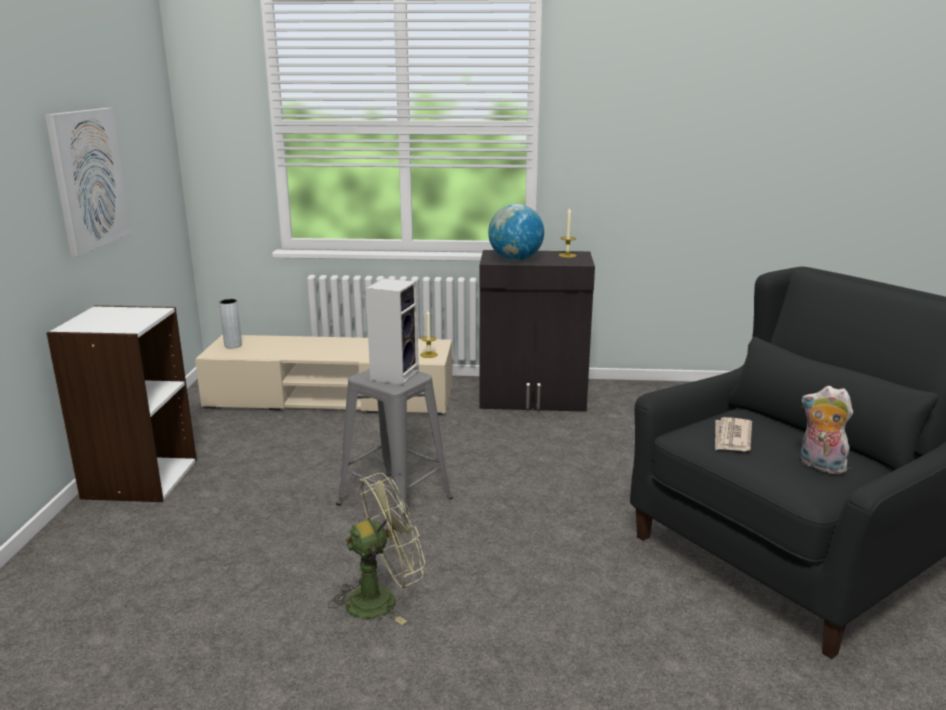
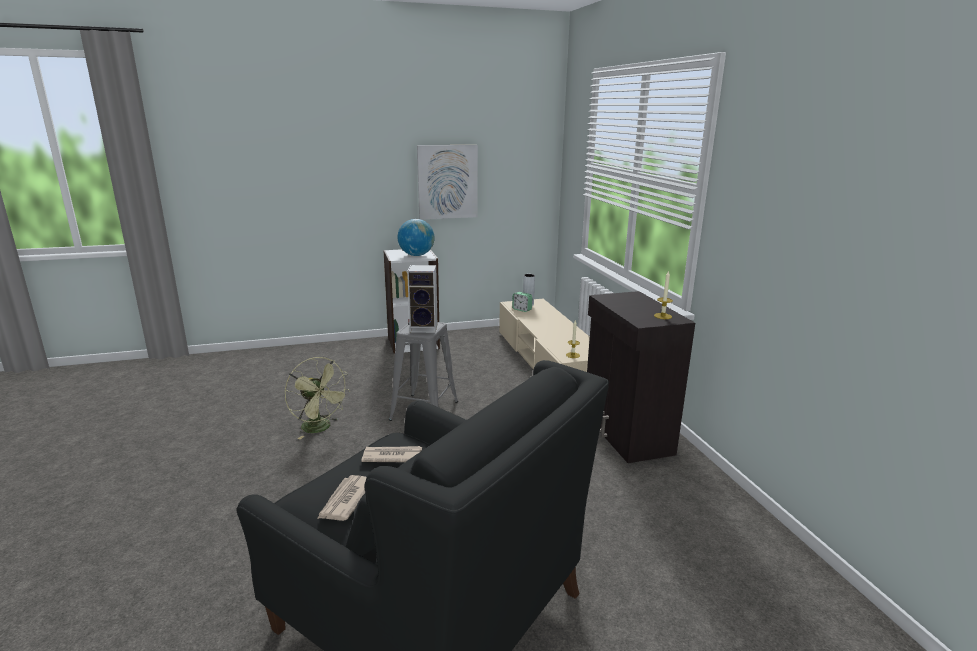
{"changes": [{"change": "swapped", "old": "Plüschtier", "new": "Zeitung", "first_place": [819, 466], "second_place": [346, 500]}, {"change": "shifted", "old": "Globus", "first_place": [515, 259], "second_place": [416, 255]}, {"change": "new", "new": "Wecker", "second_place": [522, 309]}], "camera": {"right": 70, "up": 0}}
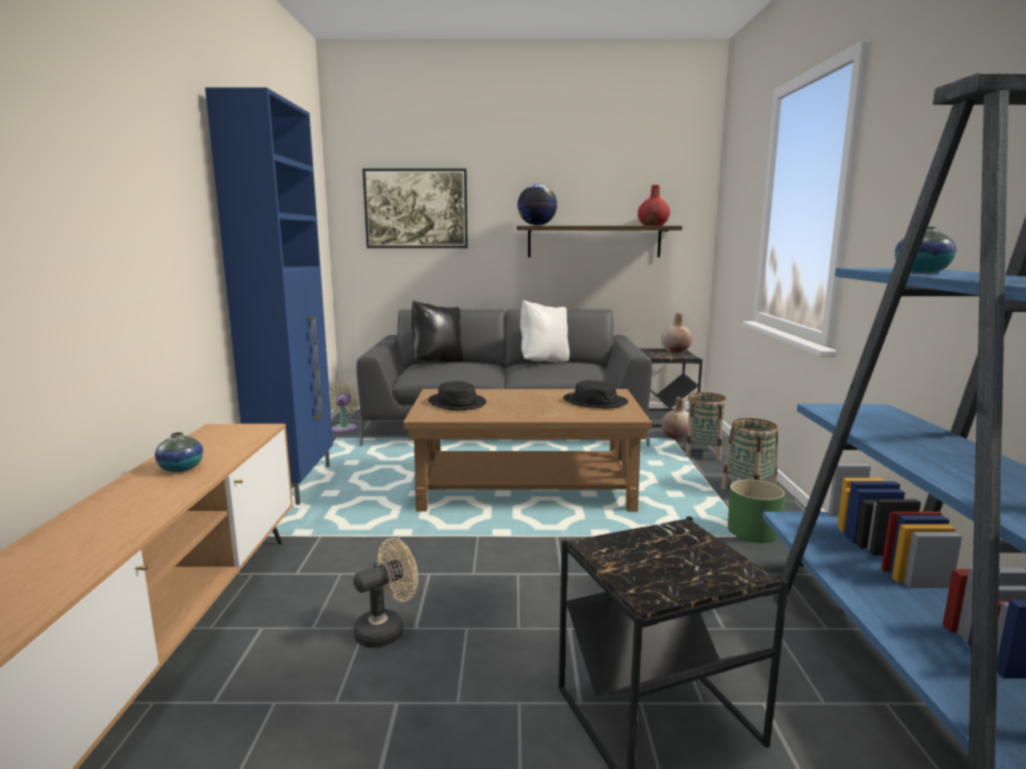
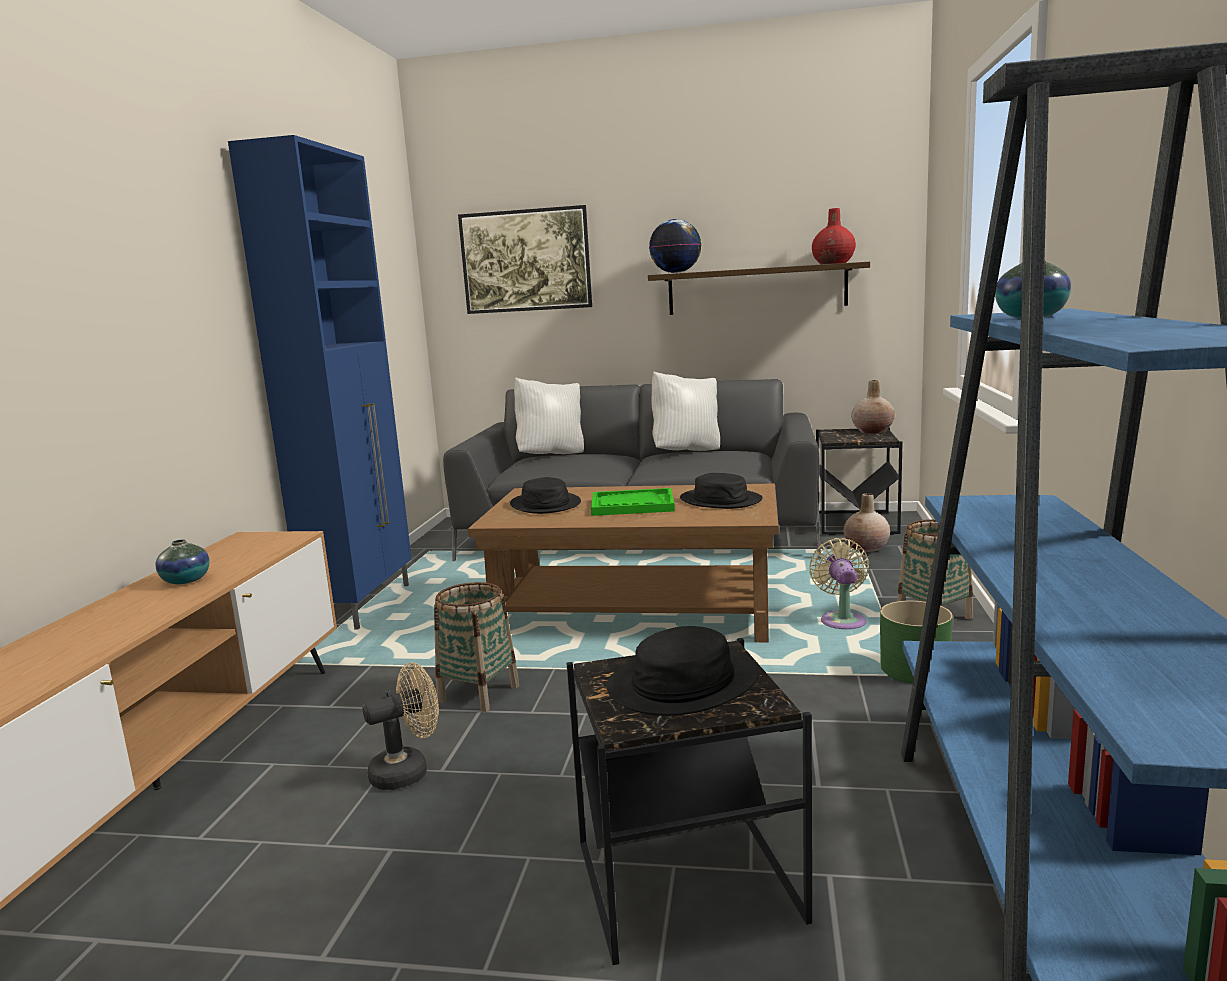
{"changes": [{"change": "shifted", "old": "Korb", "first_place": [703, 453], "second_place": [479, 693]}, {"change": "repainted", "old": "Kissen [schwarz]", "new": "Kissen [weiß]", "first_place": [438, 362], "second_place": [551, 455]}, {"change": "new", "new": "Tablett [grün]", "second_place": [632, 505]}, {"change": "new", "new": "Hut [schwarz]", "second_place": [683, 682]}, {"change": "shifted", "old": "Ventilator [beige]", "first_place": [344, 428], "second_place": [842, 620]}], "camera": {"right": 10, "up": 0}}
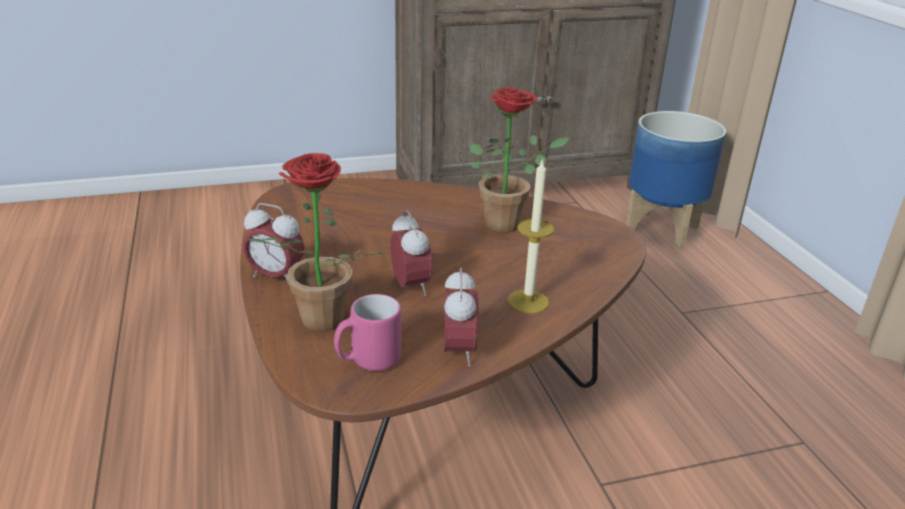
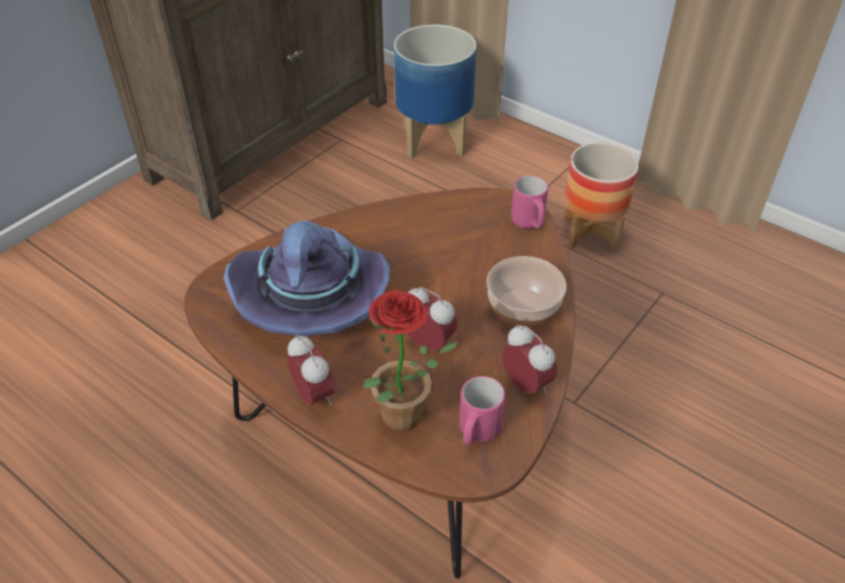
{"changes": [{"change": "new", "new": "Hut [lila]", "second_place": [313, 296]}, {"change": "rotated", "old": "Wecker", "first_place": [276, 276], "second_place": [314, 396], "degrees": -105}, {"change": "swapped", "old": "Kerze", "new": "Schüssel", "first_place": [528, 301], "second_place": [523, 309]}, {"change": "new", "new": "Henkelbecher [rosa]", "second_place": [529, 223]}, {"change": "new", "new": "Pflanzkübel", "second_place": [591, 233]}, {"change": "gone", "old": "Topfpflanze", "first_place": [509, 224]}], "camera": {"right": -35, "up": 15}}
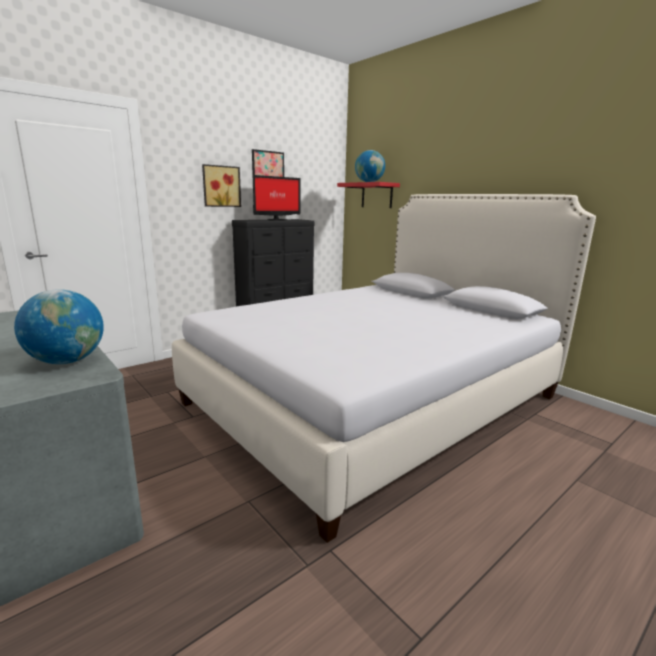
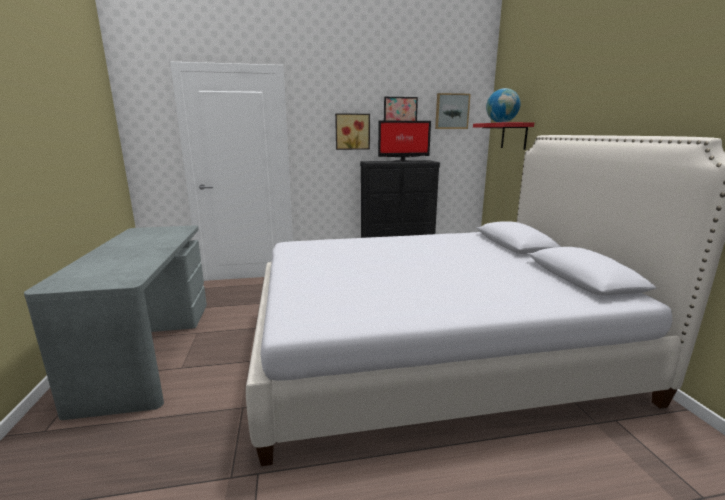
{"changes": [{"change": "new", "new": "Bild", "second_place": [451, 111]}, {"change": "gone", "old": "Globus", "first_place": [67, 361]}], "camera": {"right": 30, "up": 0}}
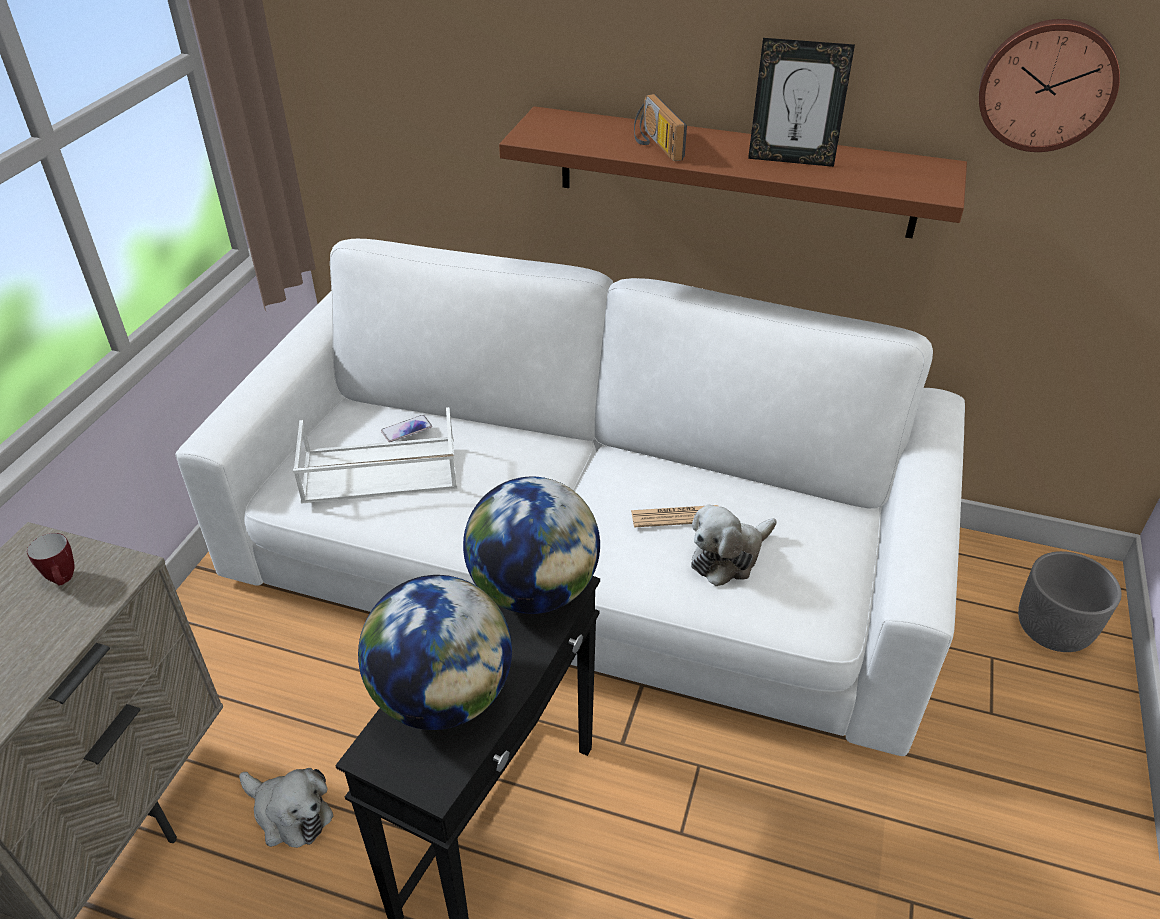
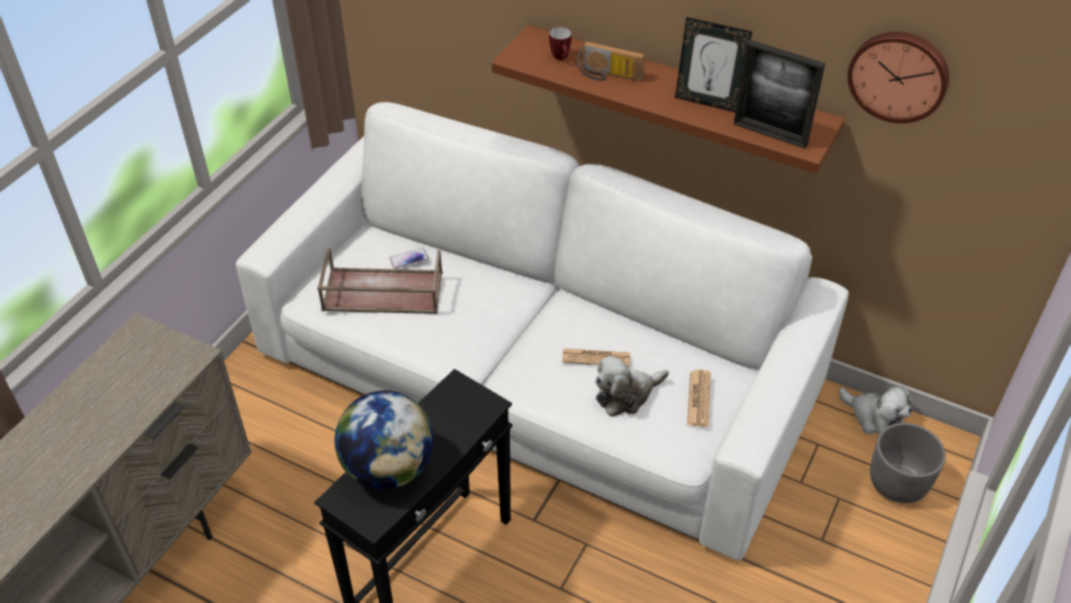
{"changes": [{"change": "repainted", "old": "Tablett [weiß]", "new": "Tablett [braun]", "first_place": [378, 471], "second_place": [381, 292]}, {"change": "shifted", "old": "Henkelbecher", "first_place": [64, 580], "second_place": [561, 58]}, {"change": "rotated", "old": "Radio", "first_place": [654, 144], "second_place": [608, 76], "degrees": -60}, {"change": "new", "new": "Zeitung", "second_place": [699, 399]}, {"change": "new", "new": "Bilderrahmen", "second_place": [770, 134]}, {"change": "shifted", "old": "Plüschtier", "first_place": [289, 813], "second_place": [874, 417]}, {"change": "gone", "old": "Globus", "first_place": [534, 590]}], "camera": {"right": 10, "up": 5}}
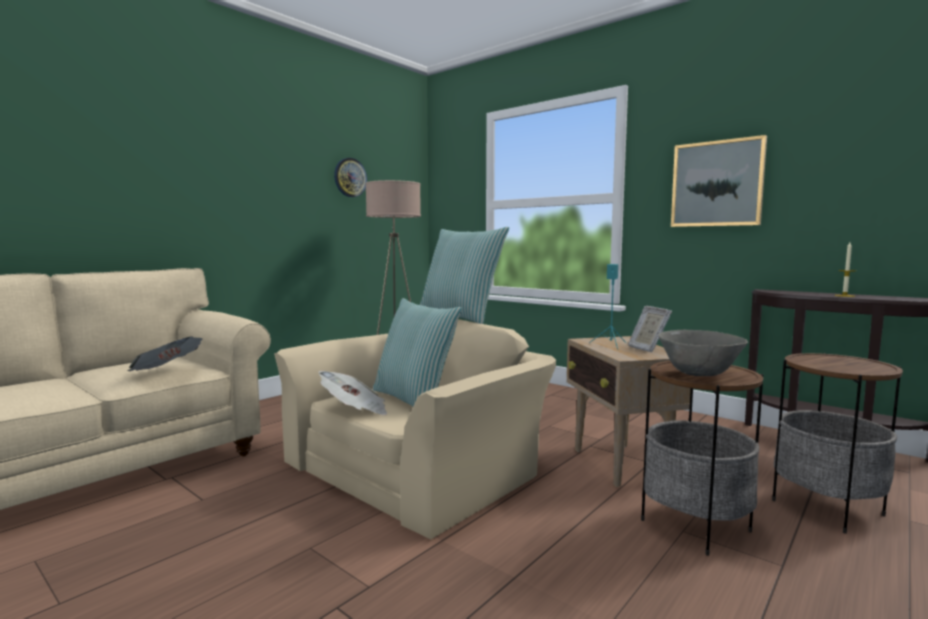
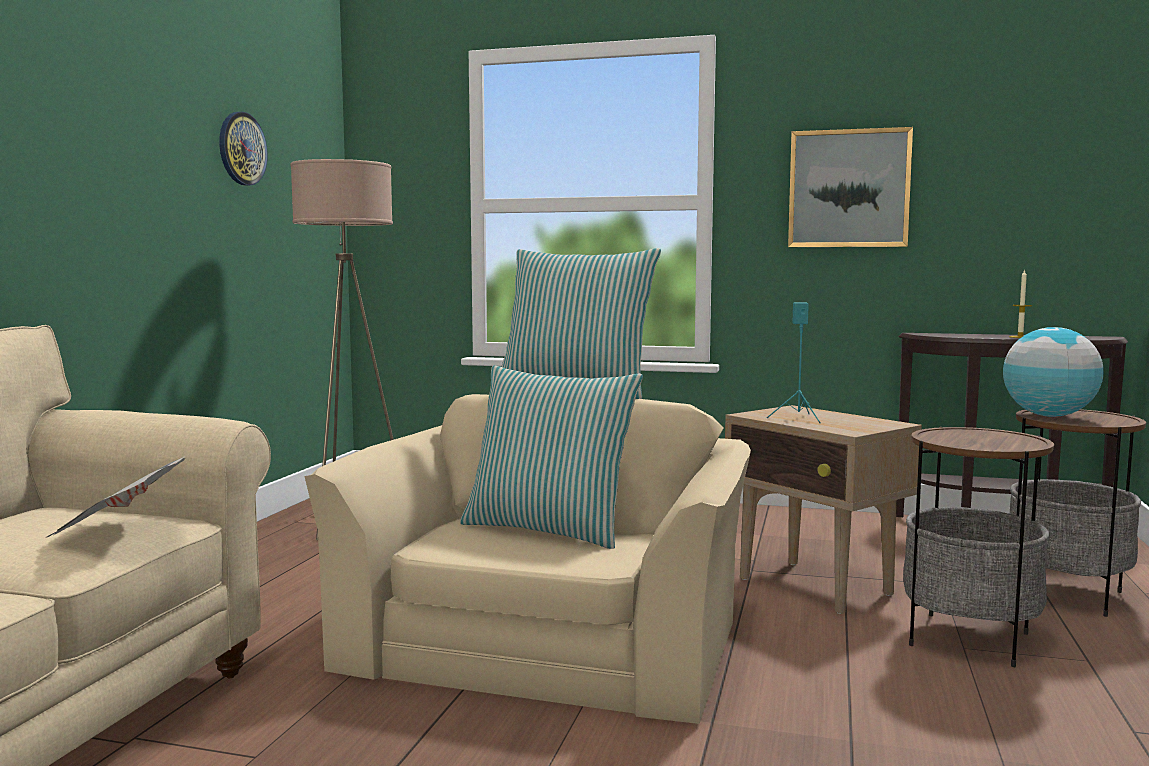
{"changes": [{"change": "new", "new": "Globus", "second_place": [1049, 416]}, {"change": "gone", "old": "Zeitung", "first_place": [355, 411]}, {"change": "gone", "old": "Bilderrahmen", "first_place": [647, 349]}, {"change": "gone", "old": "Schüssel [grau]", "first_place": [699, 374]}], "camera": {"right": -25, "up": 0}}
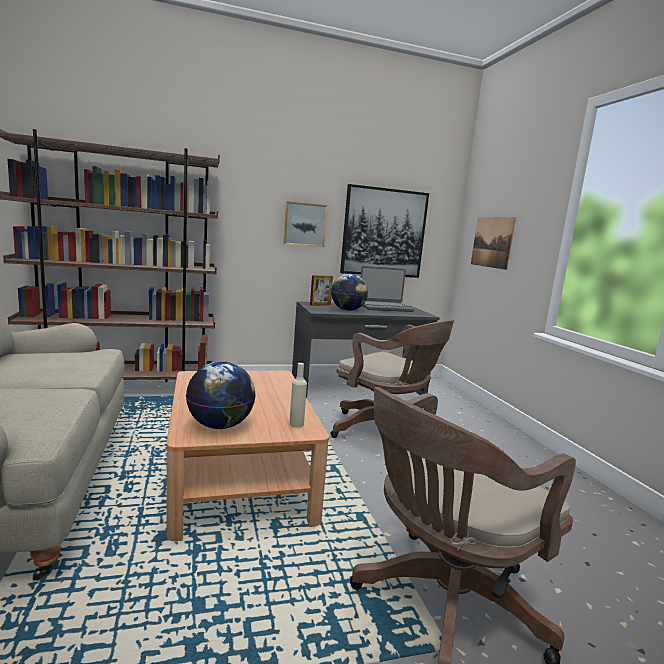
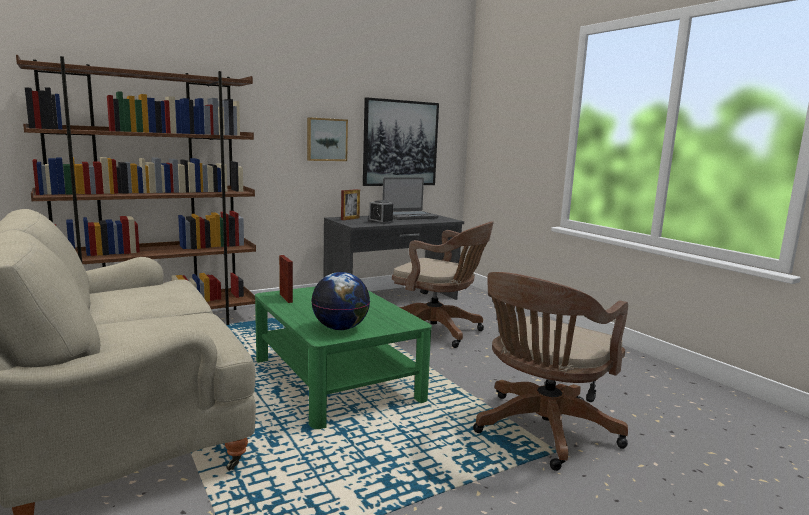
{"changes": [{"change": "repainted", "old": "Couchtisch [braun]", "new": "Couchtisch [grün]", "first_place": [239, 476], "second_place": [335, 379]}, {"change": "swapped", "old": "Globus", "new": "Wecker", "first_place": [348, 310], "second_place": [380, 222]}, {"change": "gone", "old": "Flasche [beige]", "first_place": [296, 424]}, {"change": "gone", "old": "Bild", "first_place": [492, 242]}], "camera": {"right": -15, "up": 0}}
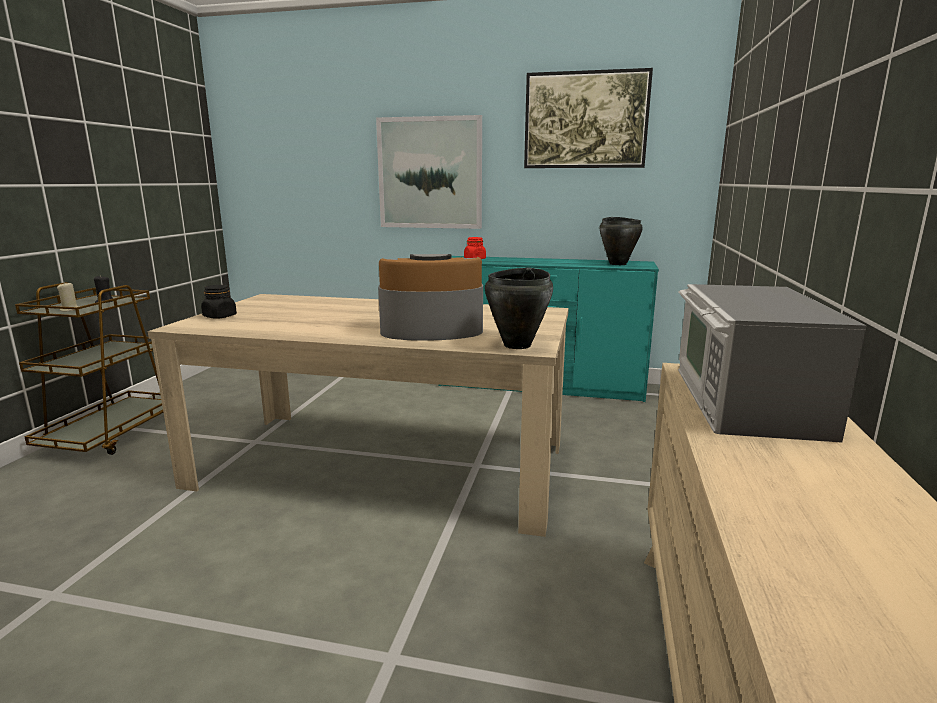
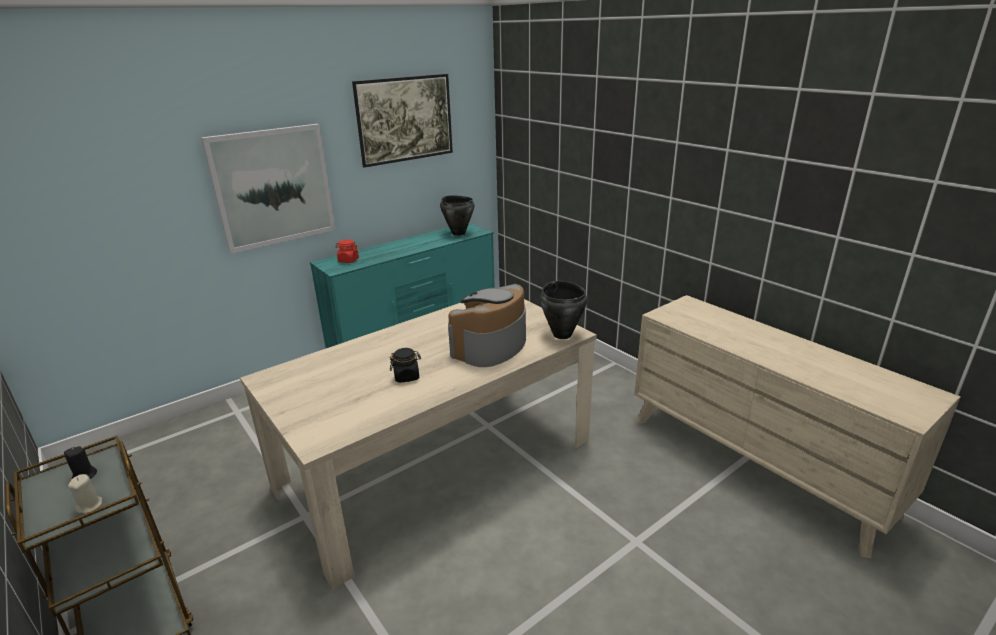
{"changes": [{"change": "shifted", "old": "Vorratsglas [schwarz]", "first_place": [220, 316], "second_place": [407, 376]}, {"change": "gone", "old": "Mikrowelle", "first_place": [743, 401]}], "camera": {"right": -50, "up": 10}}
